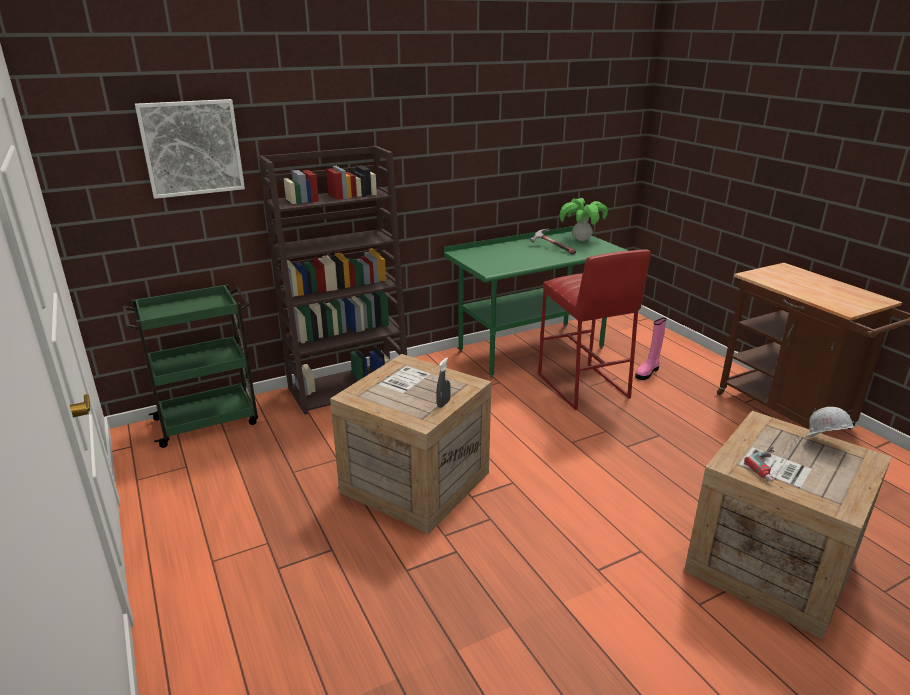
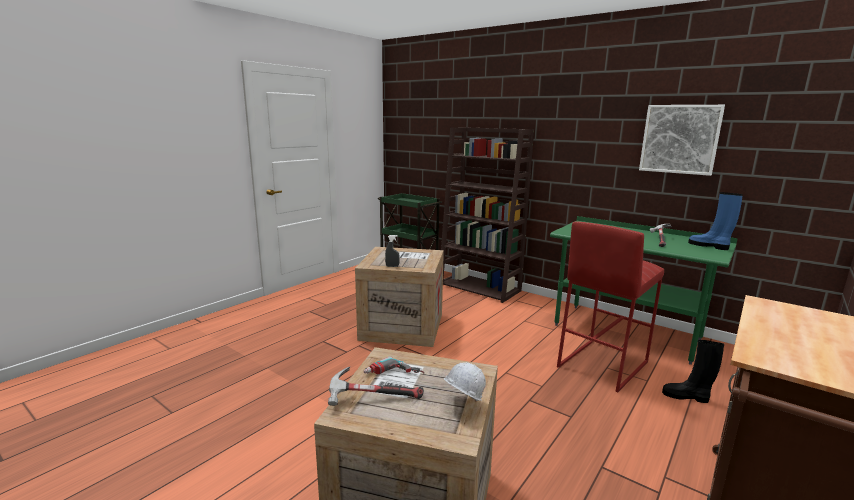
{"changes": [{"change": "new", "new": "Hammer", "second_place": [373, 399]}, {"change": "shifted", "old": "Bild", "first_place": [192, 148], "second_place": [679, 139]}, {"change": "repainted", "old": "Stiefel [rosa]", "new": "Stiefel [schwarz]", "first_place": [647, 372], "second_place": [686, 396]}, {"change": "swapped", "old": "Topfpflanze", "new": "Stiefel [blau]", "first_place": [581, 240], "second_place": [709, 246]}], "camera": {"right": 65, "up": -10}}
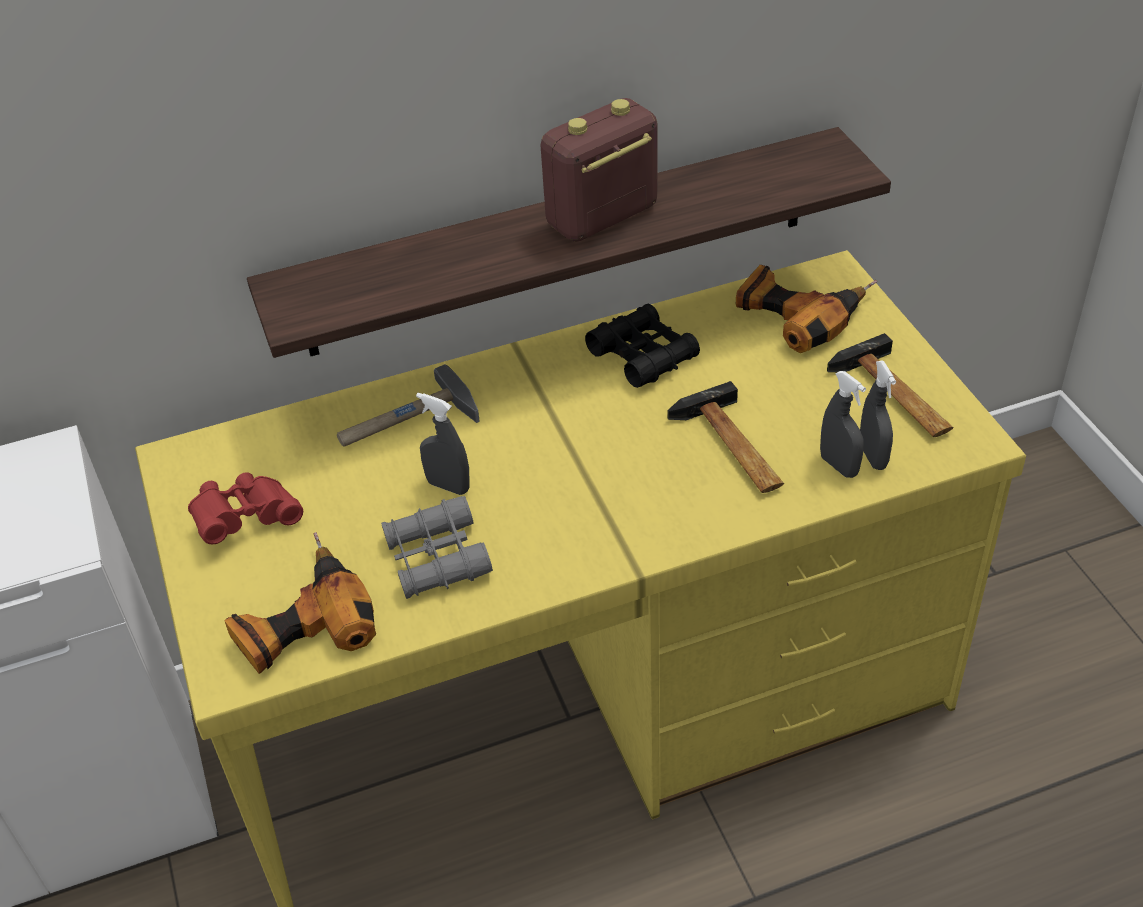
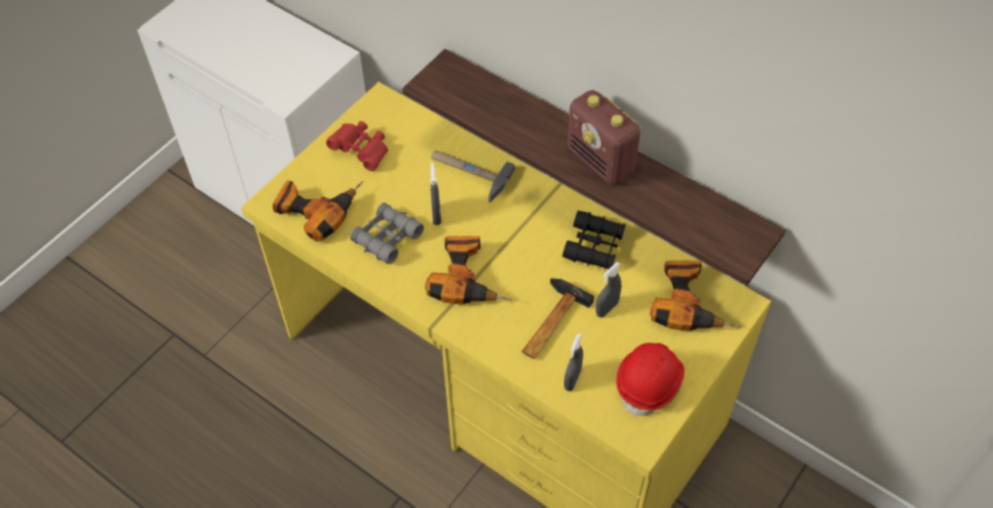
{"changes": [{"change": "new", "new": "Bohrmaschine", "second_place": [468, 277]}, {"change": "rotated", "old": "Radio", "first_place": [601, 218], "second_place": [601, 161], "degrees": -150}, {"change": "shifted", "old": "Sprühflasche [grau]", "first_place": [872, 456], "second_place": [607, 308]}, {"change": "swapped", "old": "Hammer", "new": "Schutzhelm [rot]", "first_place": [894, 397], "second_place": [649, 383]}], "camera": {"right": 55, "up": 10}}
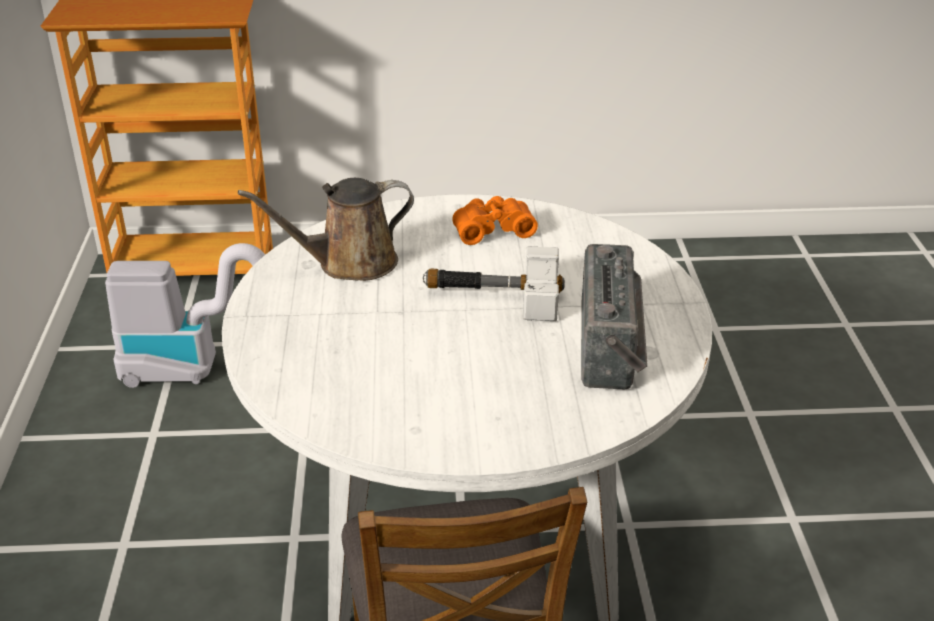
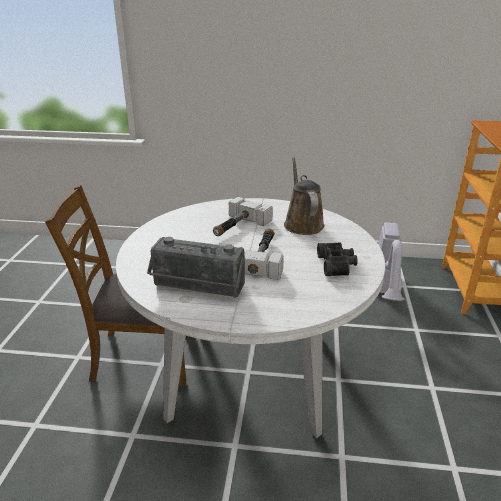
{"changes": [{"change": "new", "new": "Hammer", "second_place": [236, 227]}, {"change": "repainted", "old": "Fernglas [orange]", "new": "Fernglas [schwarz]", "first_place": [492, 229], "second_place": [337, 265]}], "camera": {"right": 100, "up": -5}}
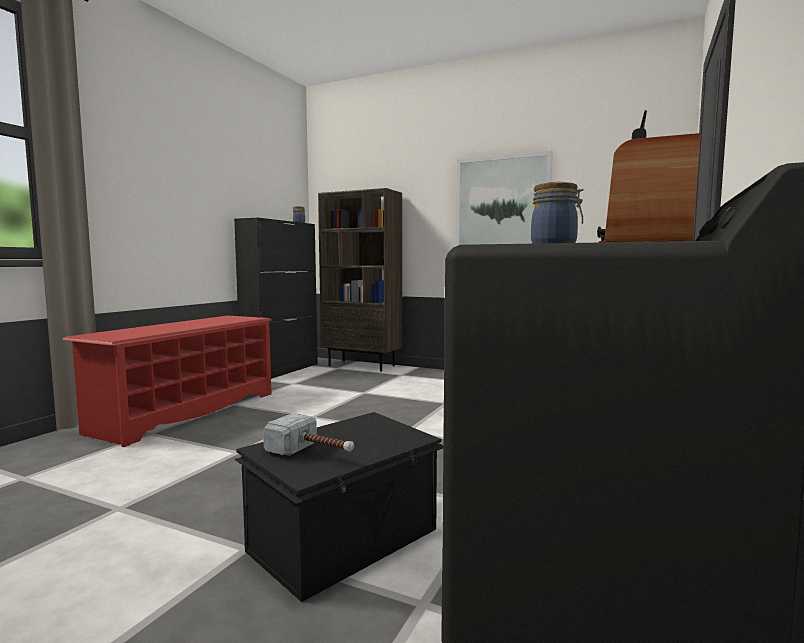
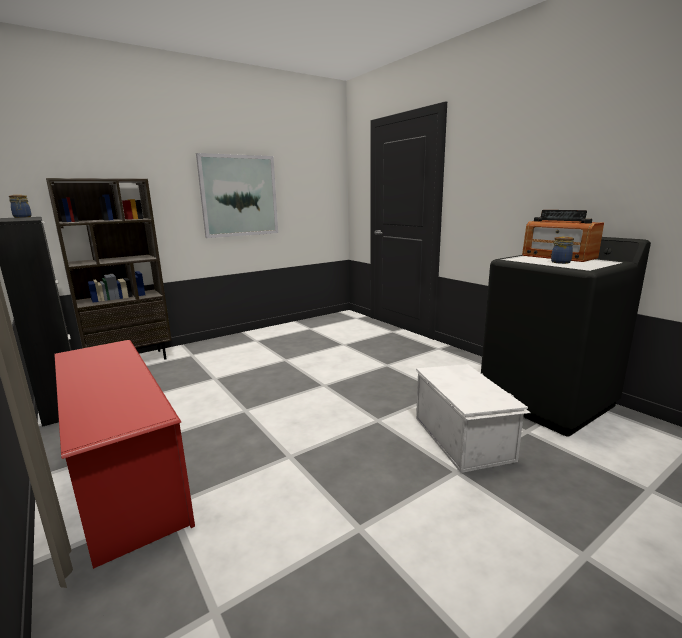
{"changes": [{"change": "repainted", "old": "Aufbewahrungsbox [schwarz]", "new": "Aufbewahrungsbox [weiß]", "first_place": [347, 540], "second_place": [463, 437]}, {"change": "gone", "old": "Hammer", "first_place": [313, 452]}], "camera": {"right": -60, "up": 10}}
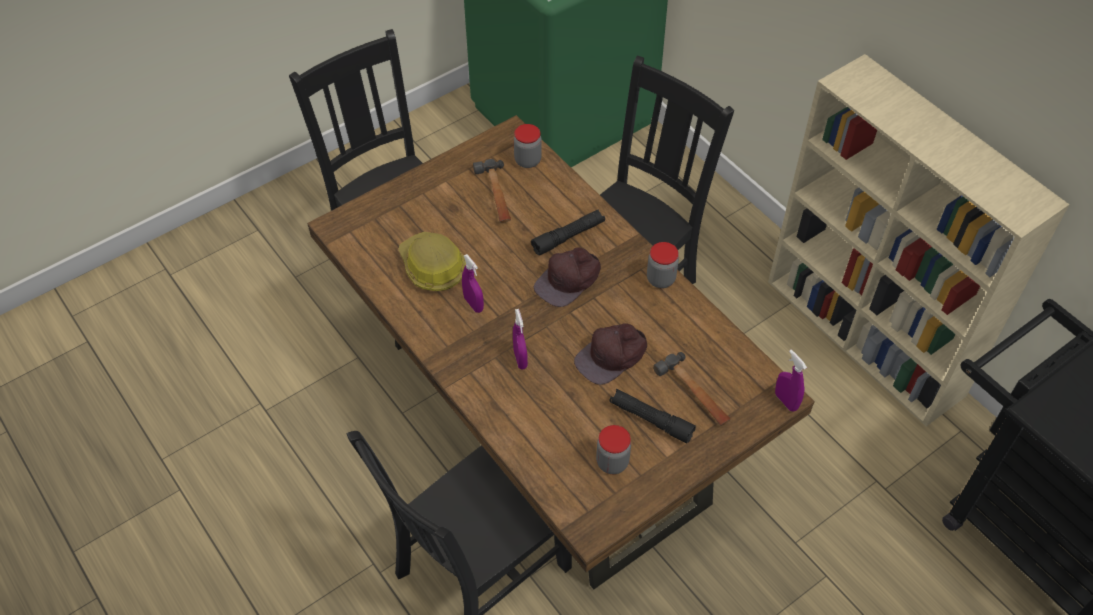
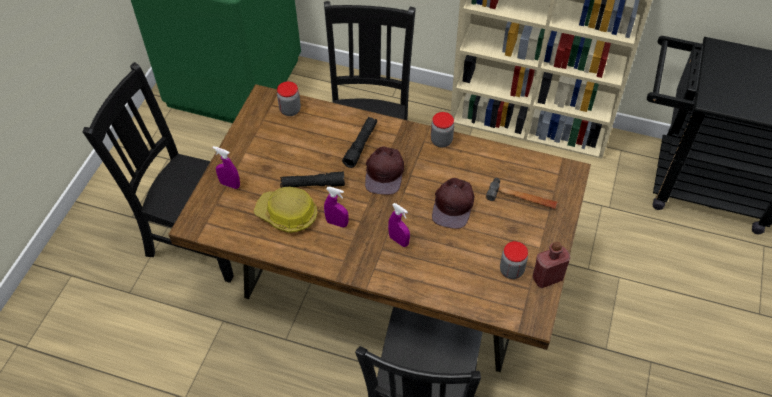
{"changes": [{"change": "shifted", "old": "Sprühflasche [lila]", "first_place": [785, 401], "second_place": [230, 184]}, {"change": "shifted", "old": "Taschenlampe [schwarz]", "first_place": [651, 420], "second_place": [313, 184]}, {"change": "new", "new": "Flasche [rot]", "second_place": [547, 278]}, {"change": "gone", "old": "Hammer", "first_place": [495, 195]}], "camera": {"right": -35, "up": 0}}
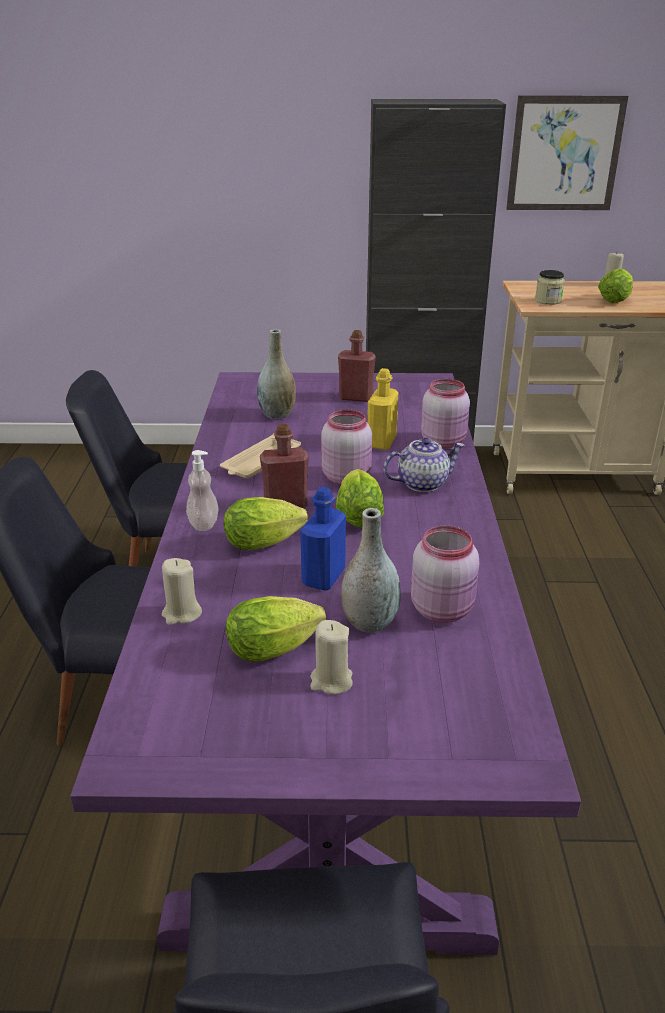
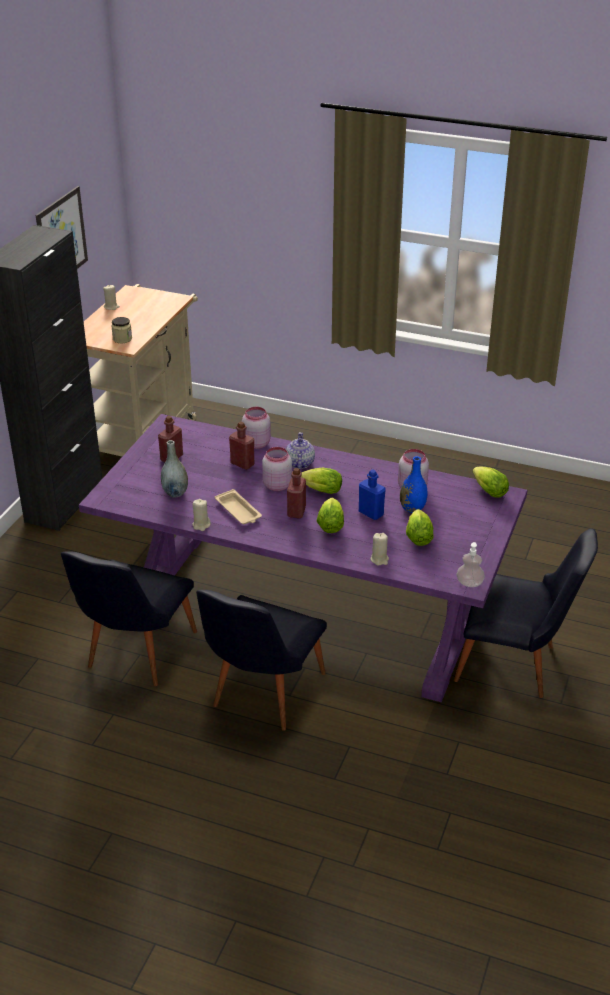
{"changes": [{"change": "shifted", "old": "Kerze [beige]", "first_place": [331, 681], "second_place": [201, 525]}, {"change": "repainted", "old": "Flasche [gelb]", "new": "Flasche [rot]", "first_place": [381, 442], "second_place": [242, 464]}, {"change": "repainted", "old": "Vase [grau]", "new": "Vase [blau]", "first_place": [370, 623], "second_place": [412, 508]}, {"change": "shifted", "old": "Seifenspender", "first_place": [203, 524], "second_place": [469, 583]}, {"change": "shifted", "old": "Salatkopf", "first_place": [615, 300], "second_place": [487, 490]}], "camera": {"right": -70, "up": 5}}
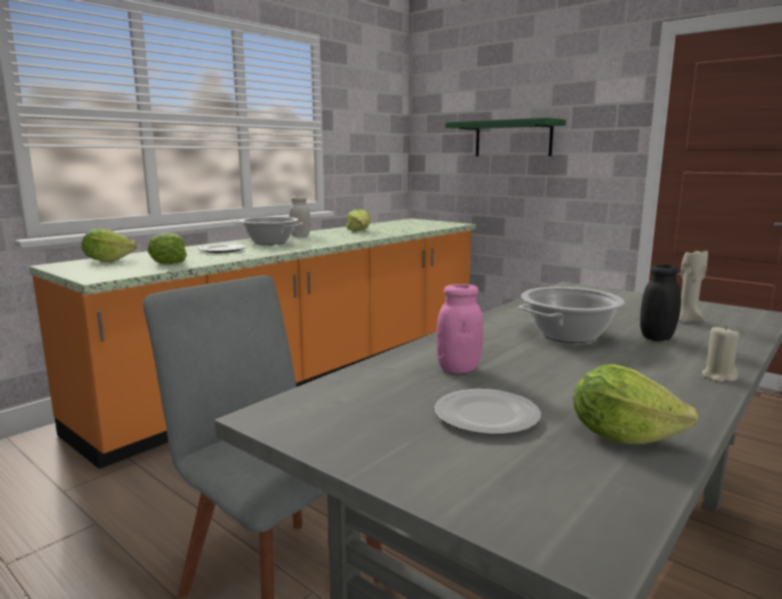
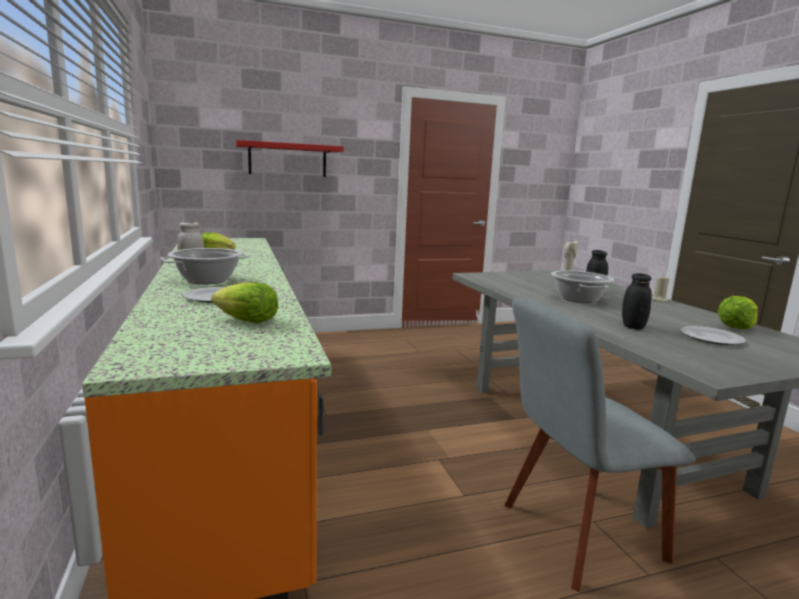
{"changes": [{"change": "repainted", "old": "Wandregal [grün]", "new": "Wandregal [rot]", "first_place": [513, 139], "second_place": [287, 160]}, {"change": "repainted", "old": "Vorratsglas [rosa]", "new": "Vorratsglas [schwarz]", "first_place": [458, 369], "second_place": [633, 326]}, {"change": "gone", "old": "Salatkopf", "first_place": [108, 260]}], "camera": {"right": -60, "up": 0}}
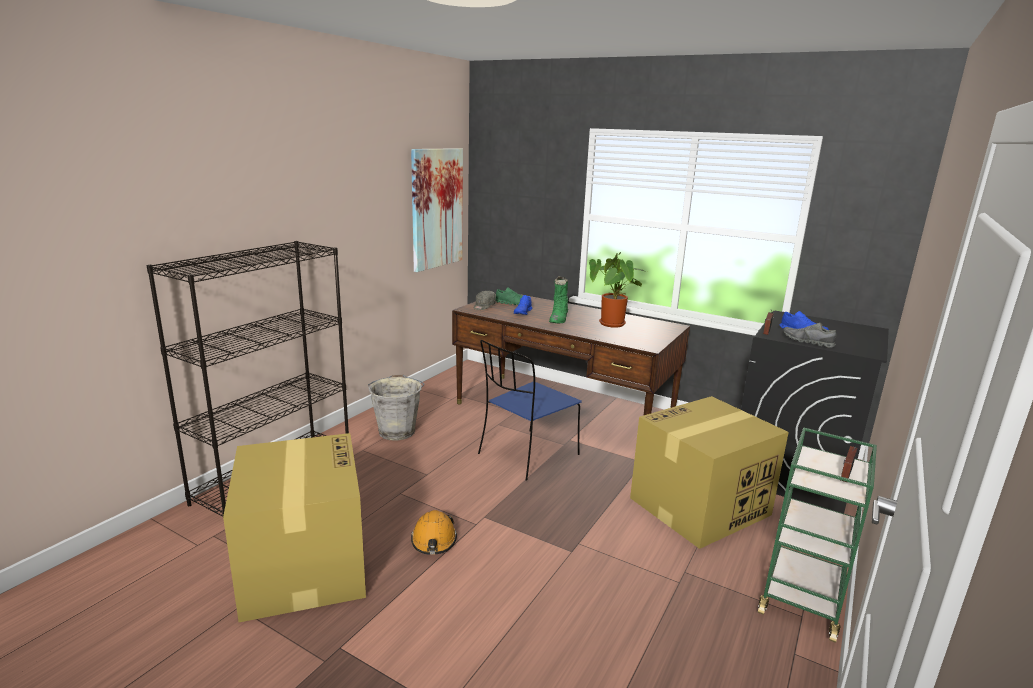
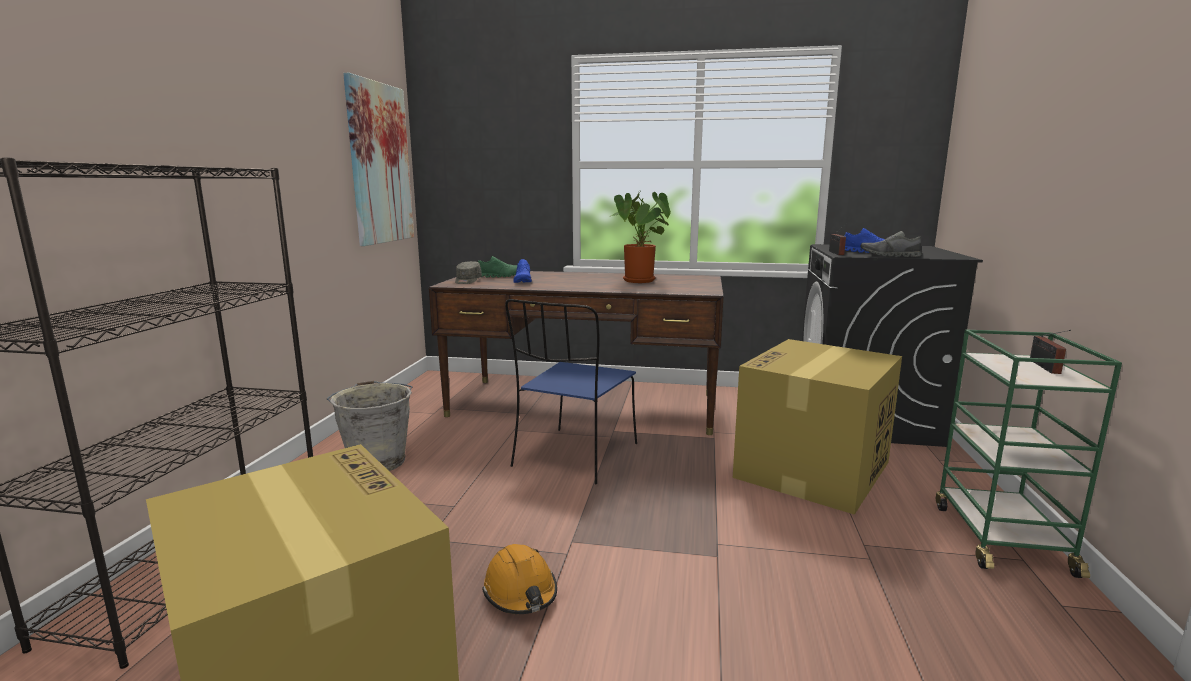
{"changes": [{"change": "gone", "old": "Stiefel [grün]", "first_place": [559, 319]}], "camera": {"right": -20, "up": -5}}
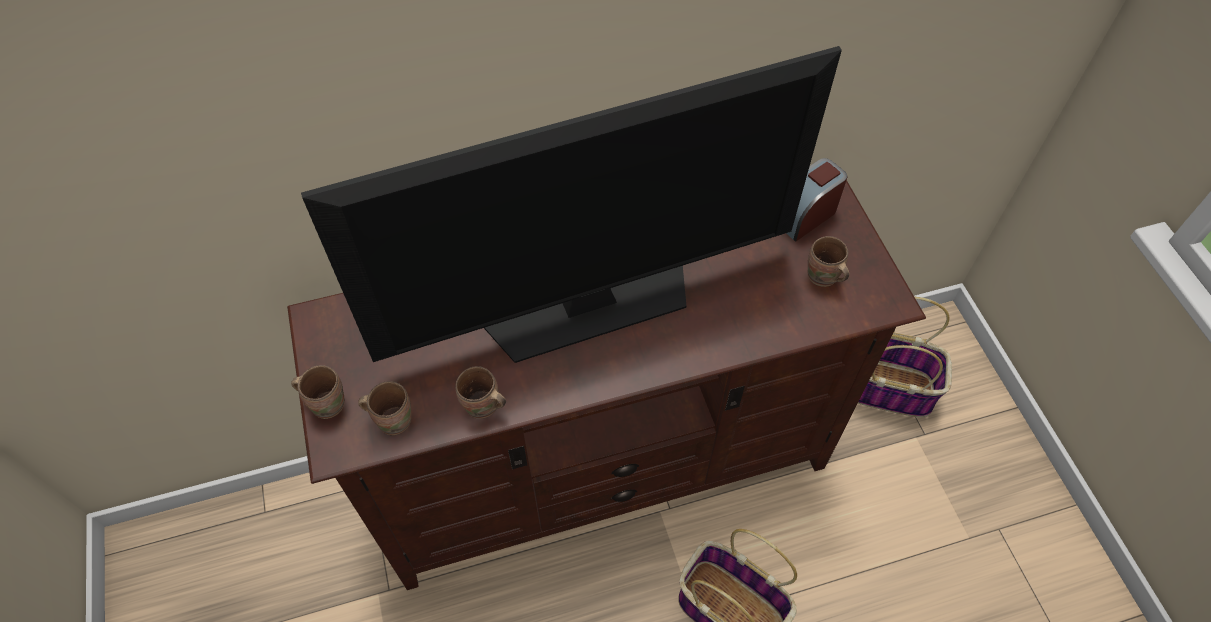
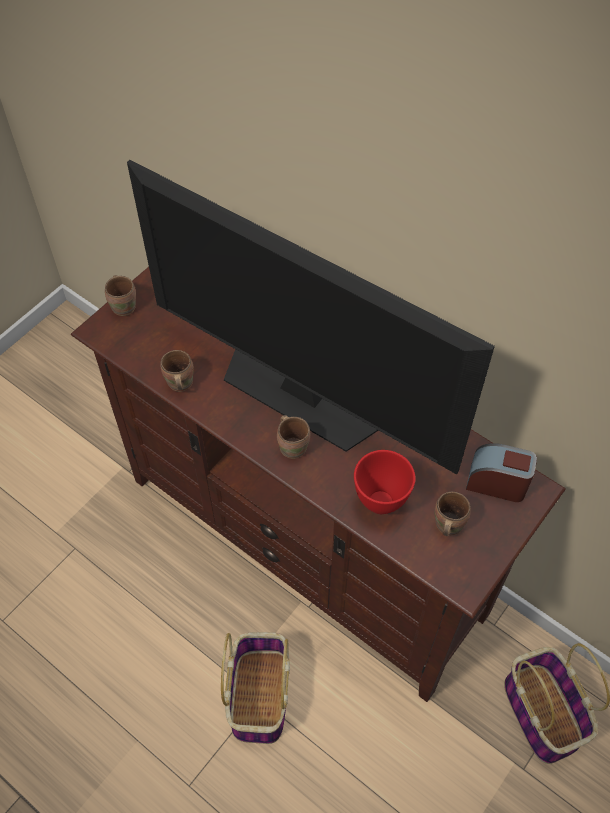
{"changes": [{"change": "shifted", "old": "Henkelbecher [braun]", "first_place": [393, 418], "second_place": [293, 446]}, {"change": "new", "new": "Schüssel [rot]", "second_place": [382, 502]}], "camera": {"right": 55, "up": 0}}
